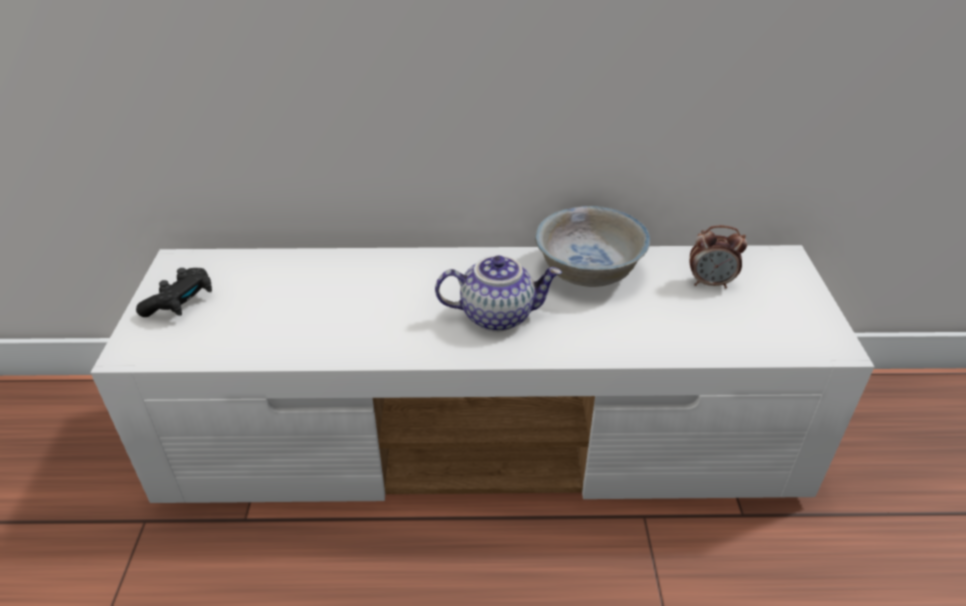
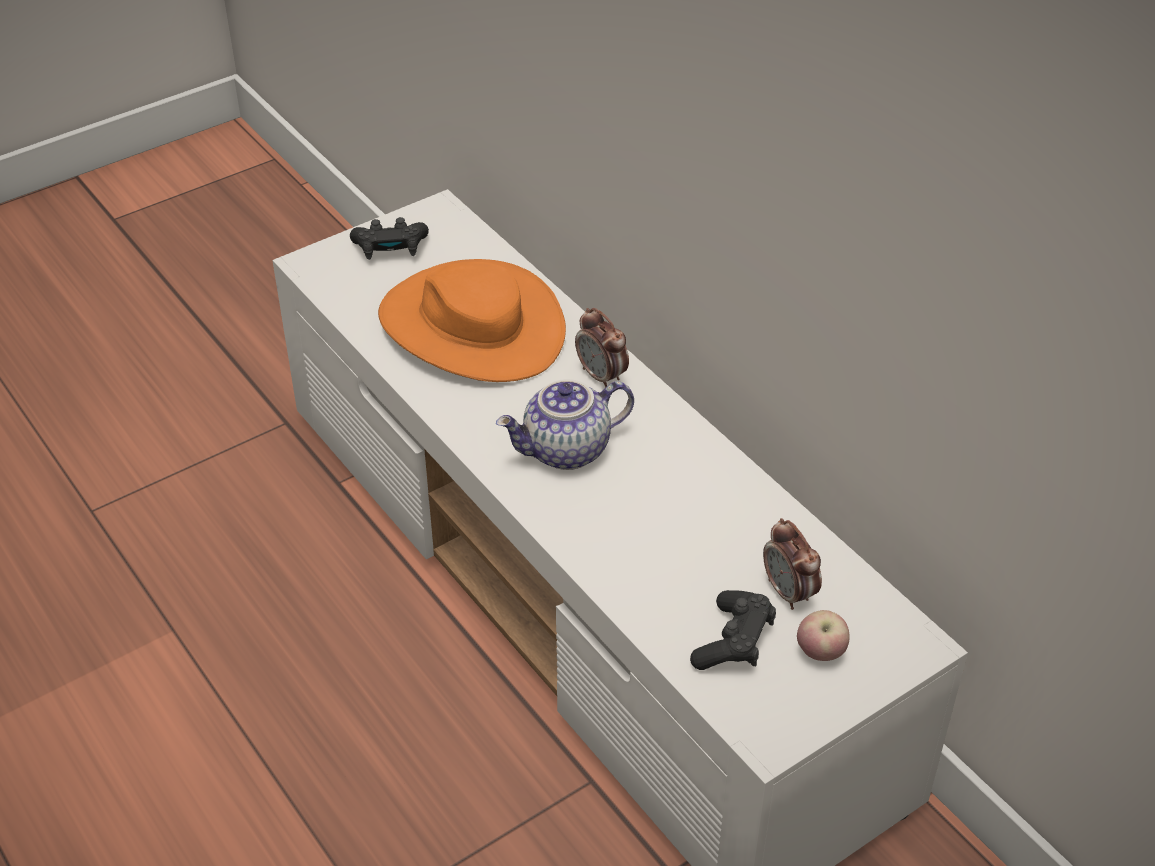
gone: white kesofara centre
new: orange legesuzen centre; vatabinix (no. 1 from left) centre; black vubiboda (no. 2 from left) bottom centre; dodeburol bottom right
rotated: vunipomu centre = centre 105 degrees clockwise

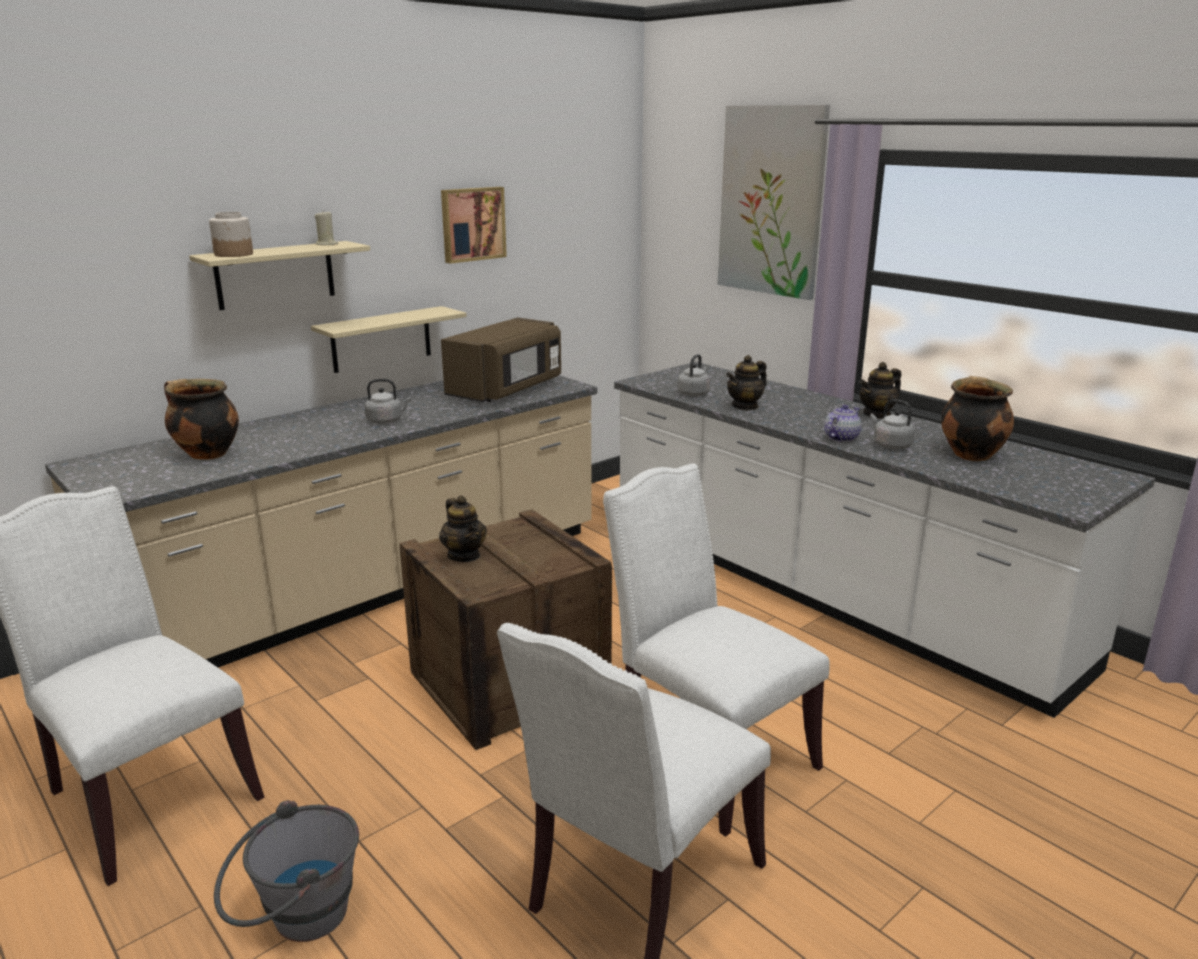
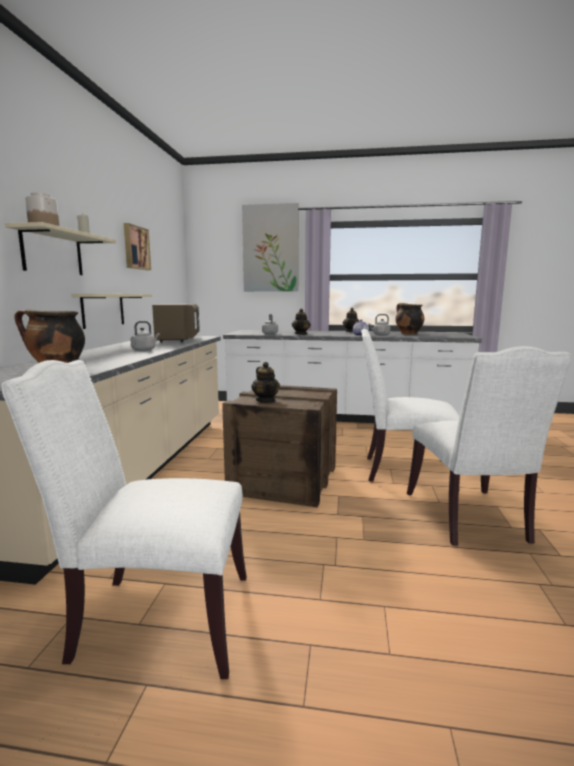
gone: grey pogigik bottom left
rotated: vunipomu (no. 1 from left) centre = centre 45 degrees clockwise

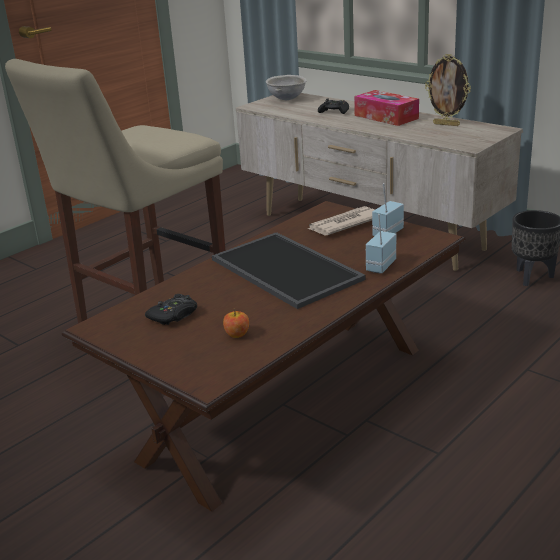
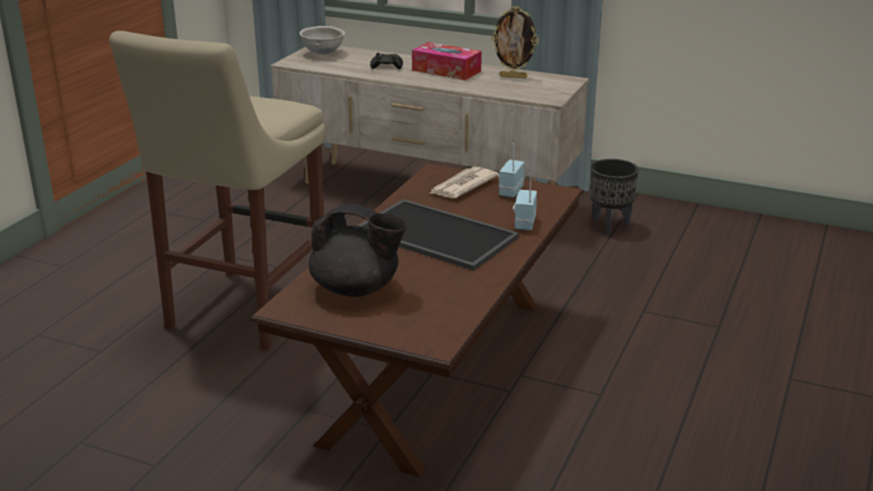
gone: dodeburol centre
swapped: black vubiboda (no. 1 from left) middle left to black vunipomu centre

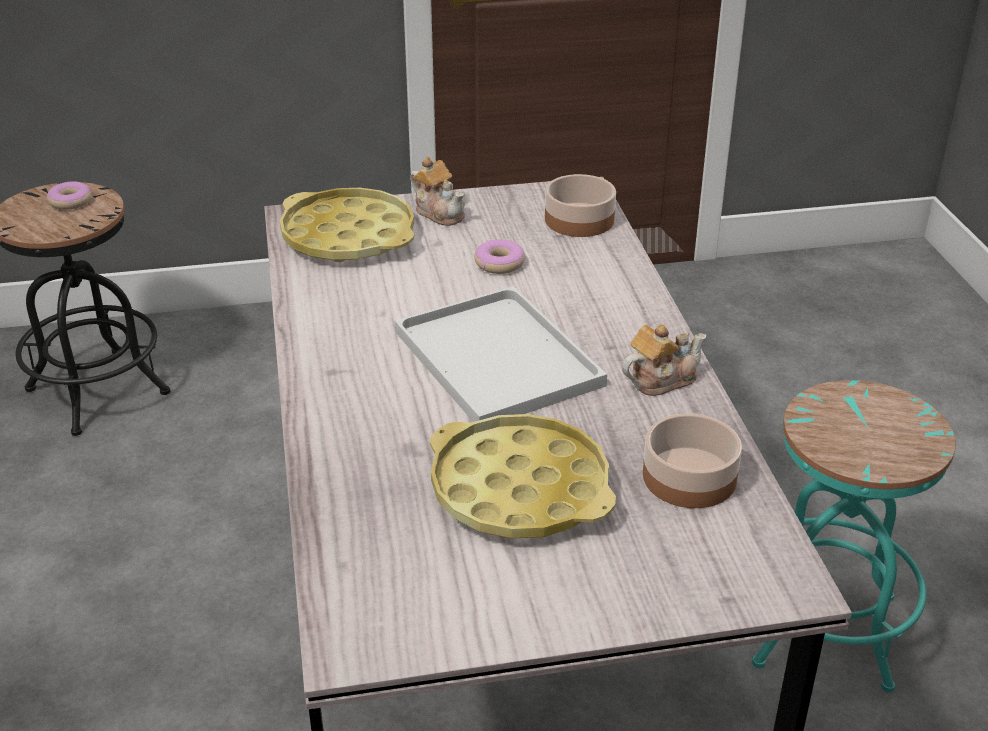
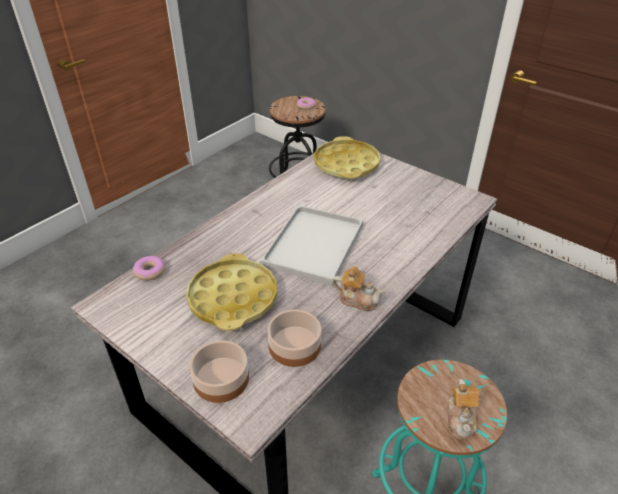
shifted: vunipomu (no. 1 from left in the first image) top centre to vunipomu (no. 2 from left) bottom right; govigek (no. 2 from left in the first image) centre to govigek (no. 1 from left) middle left; kesofara (no. 1 from left) top centre to bottom centre

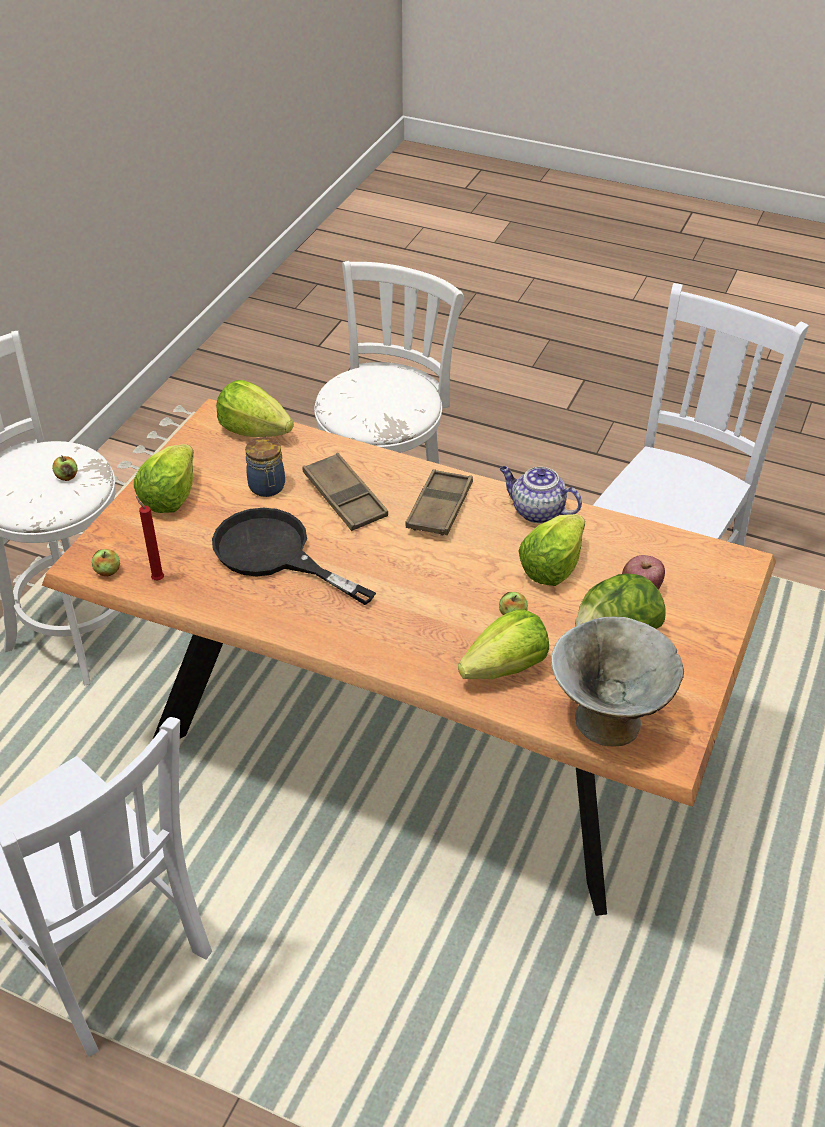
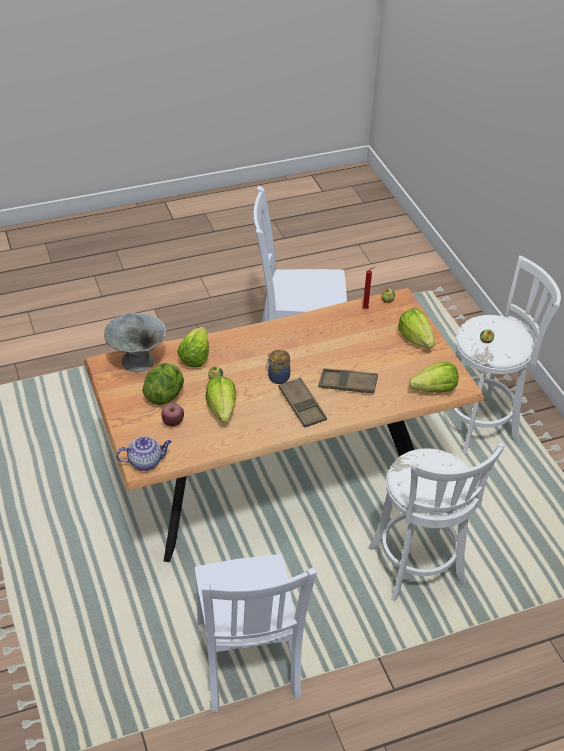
gone: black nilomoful centre
shifted: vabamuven middle left to centre; vunipomu centre to middle left

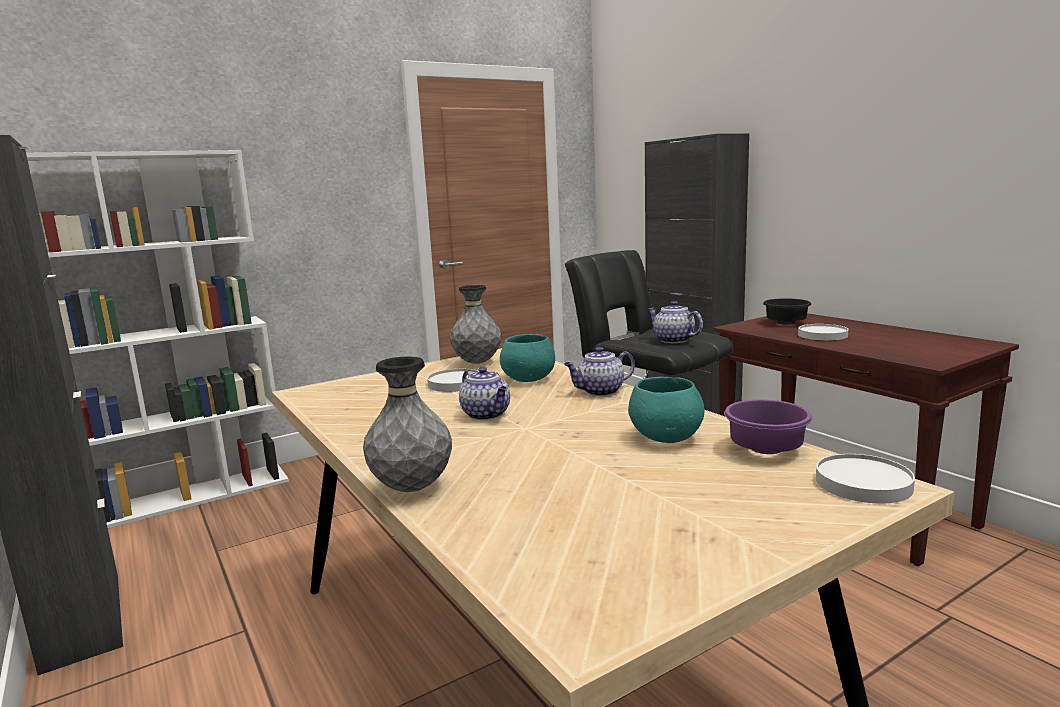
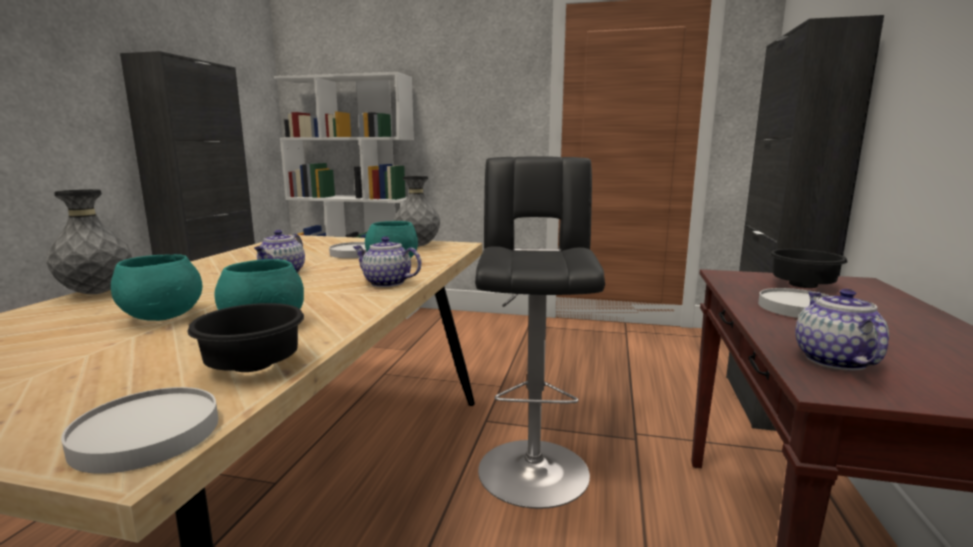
new: turquoise kesofara (no. 1 from left) middle left
shifted: vunipomu (no. 3 from left) centre to middle right
repainted: purple kesofara middle right to black kesofara (no. 1 from left) middle left

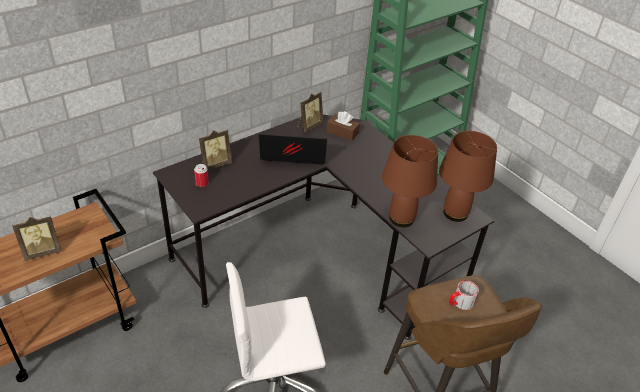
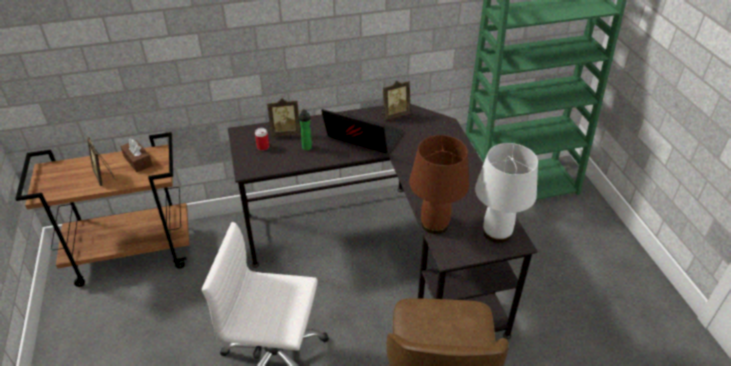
gone: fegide bottom right
new: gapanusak centre
shifted: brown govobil top centre to middle left
repainted: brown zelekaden (no. 2 from left) middle right to white zelekaden middle right
rotated: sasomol (no. 1 from left) middle left = middle left 60 degrees clockwise

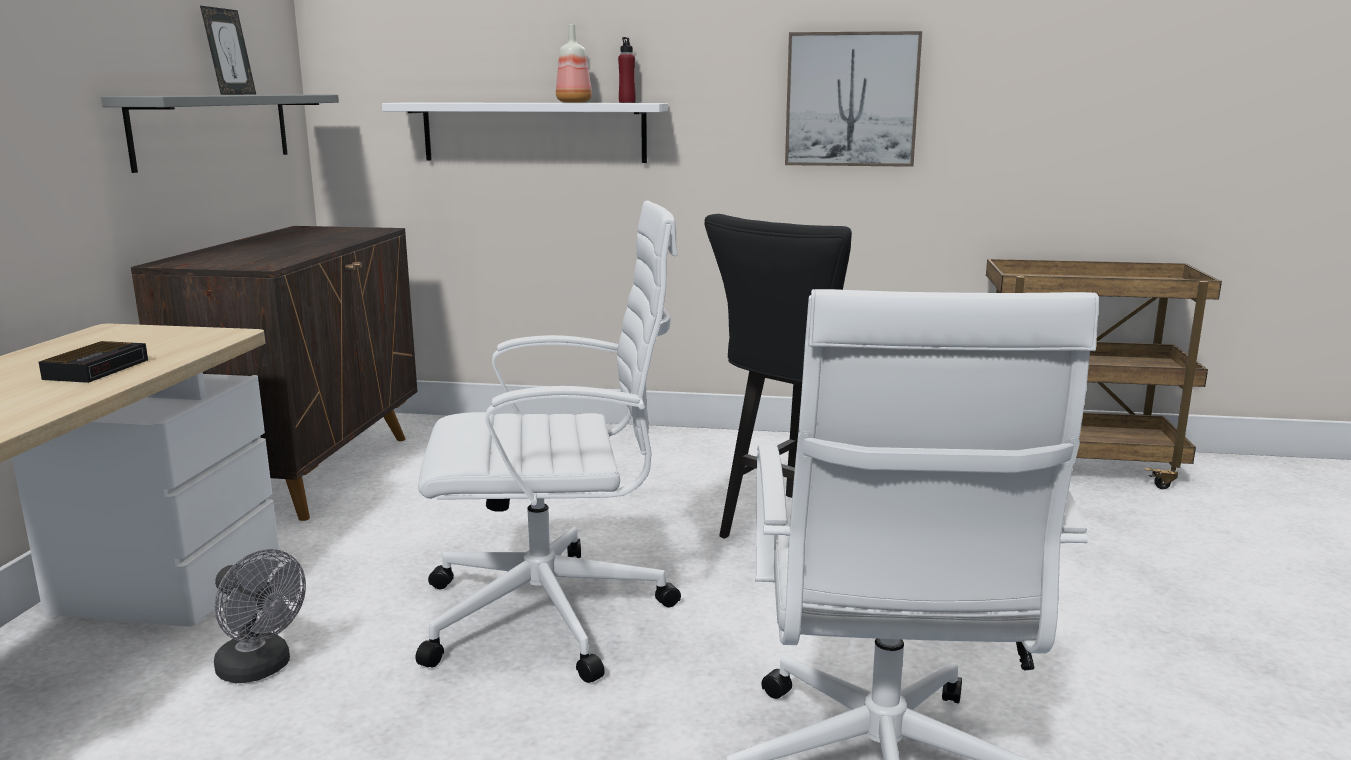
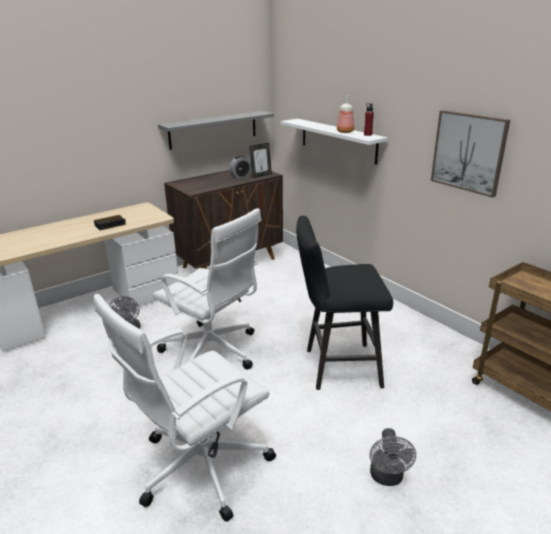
new: vatabinix (no. 2 from left) top centre; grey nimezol (no. 2 from left) bottom right
shifted: sasomol top left to top centre

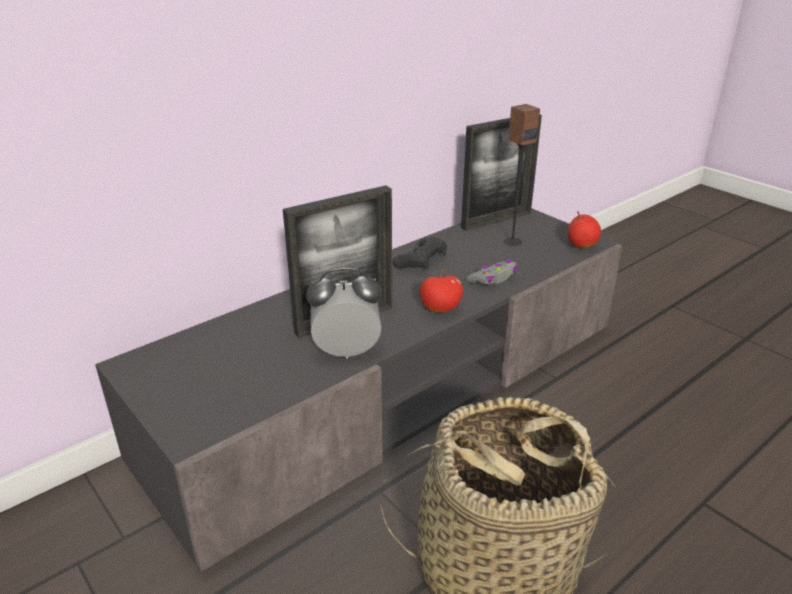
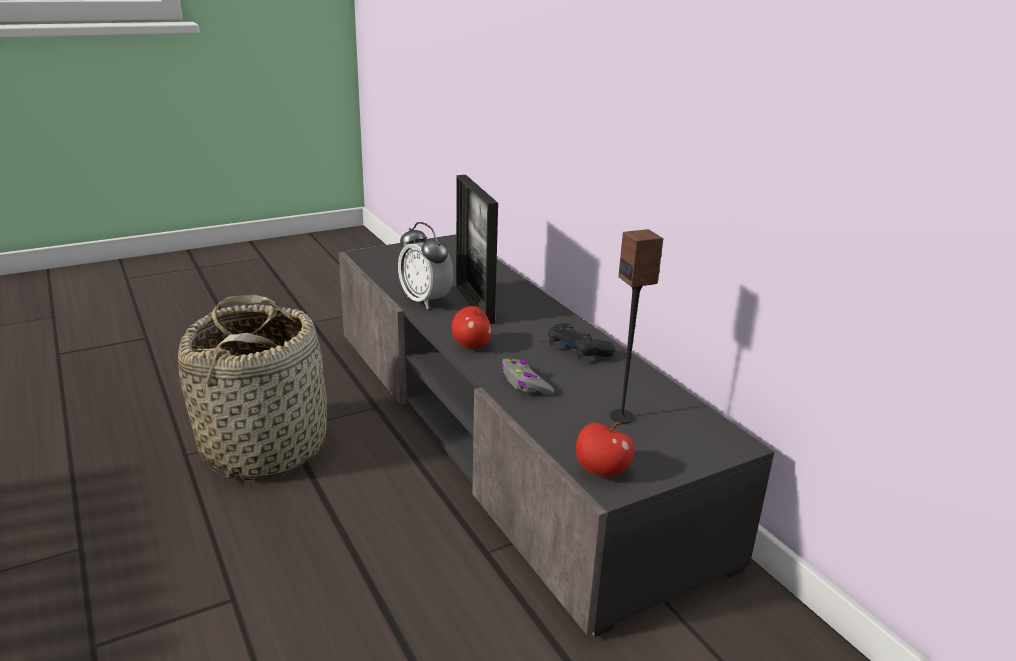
gone: sasomol (no. 2 from left) top centre
rotated: vatabinix centre = centre 135 degrees clockwise

